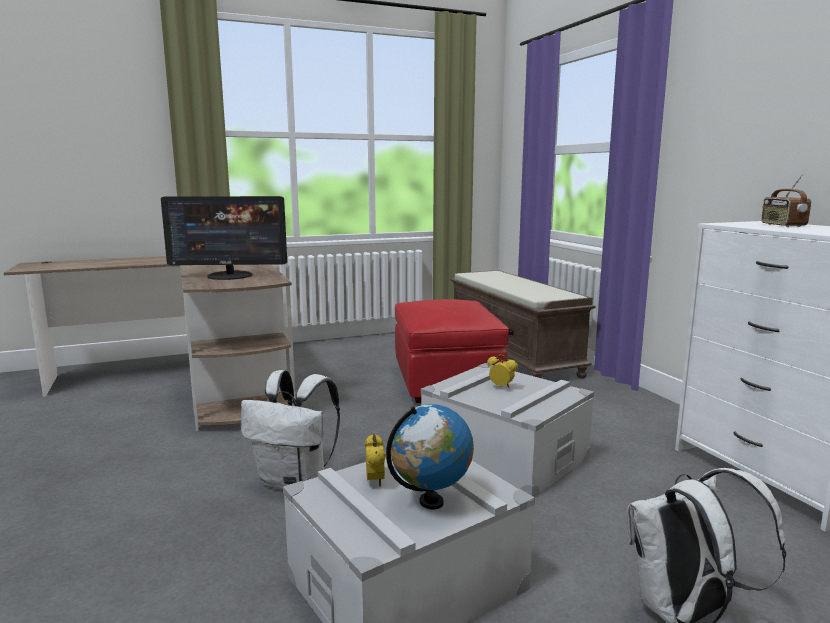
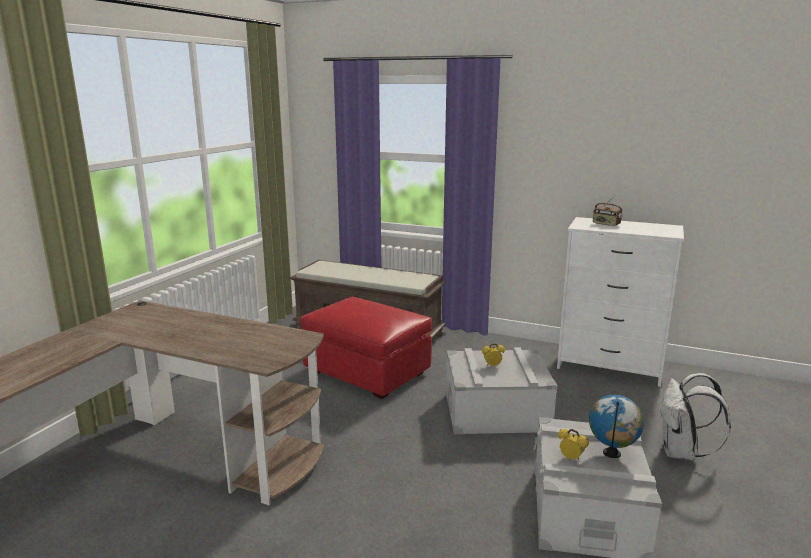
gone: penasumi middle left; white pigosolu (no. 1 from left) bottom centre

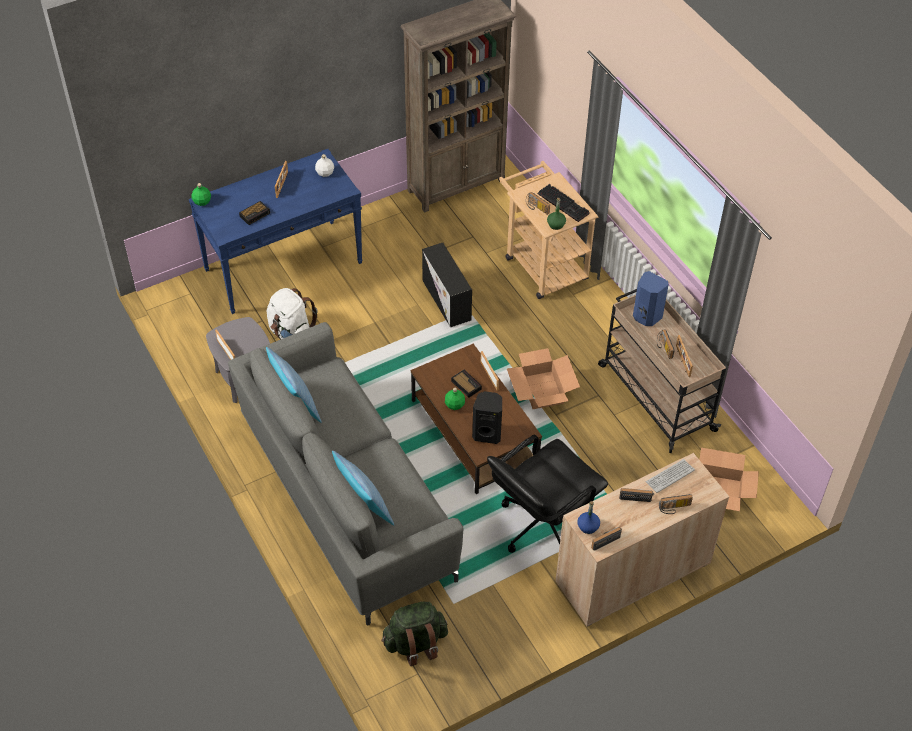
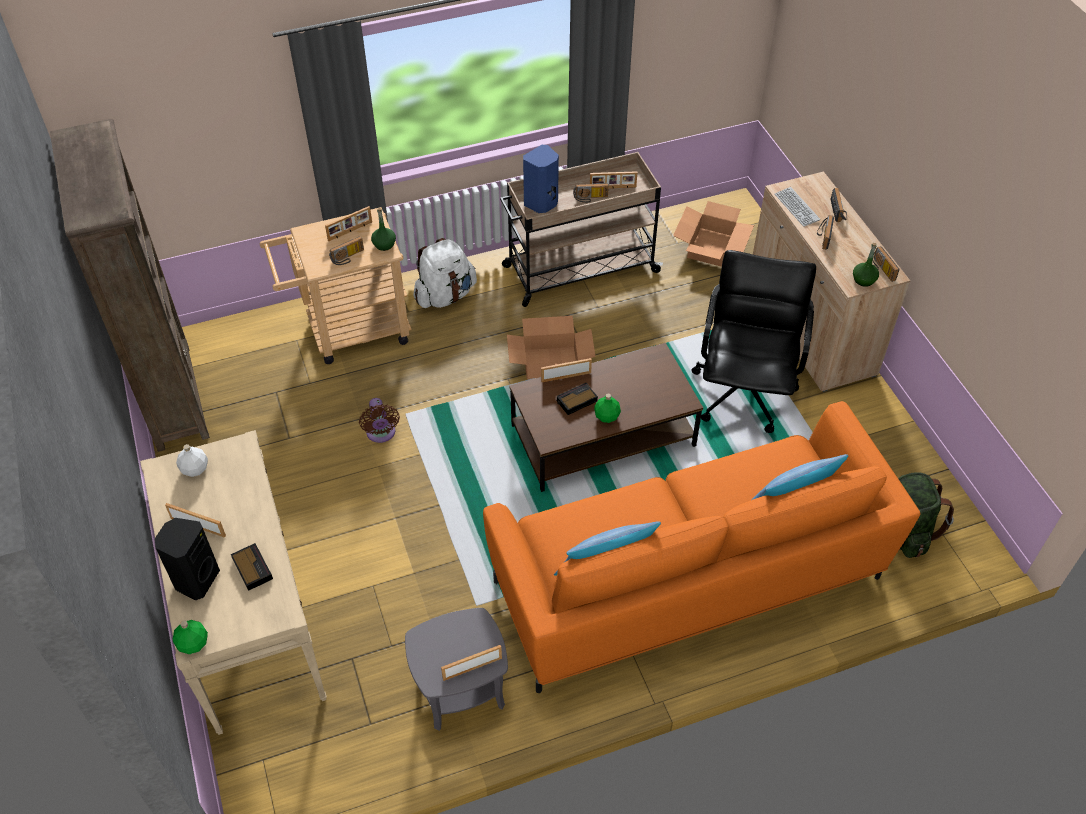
shifted: white pigosolu middle left to centre; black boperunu centre to bottom left
swapped: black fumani centre to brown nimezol centre; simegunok (no. 1 from left) top centre to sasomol (no. 2 from left) top left
repainted: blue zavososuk top left to beige zavososuk bottom left; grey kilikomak centre to orange kilikomak bottom centre; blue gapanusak bottom centre to green gapanusak (no. 4 from left) top right
rotated: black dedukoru bottom centre = middle right 135 degrees counterclockwise

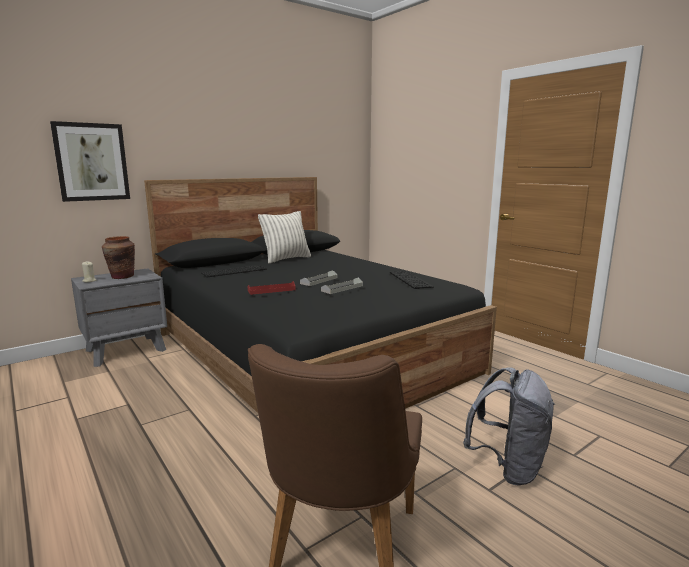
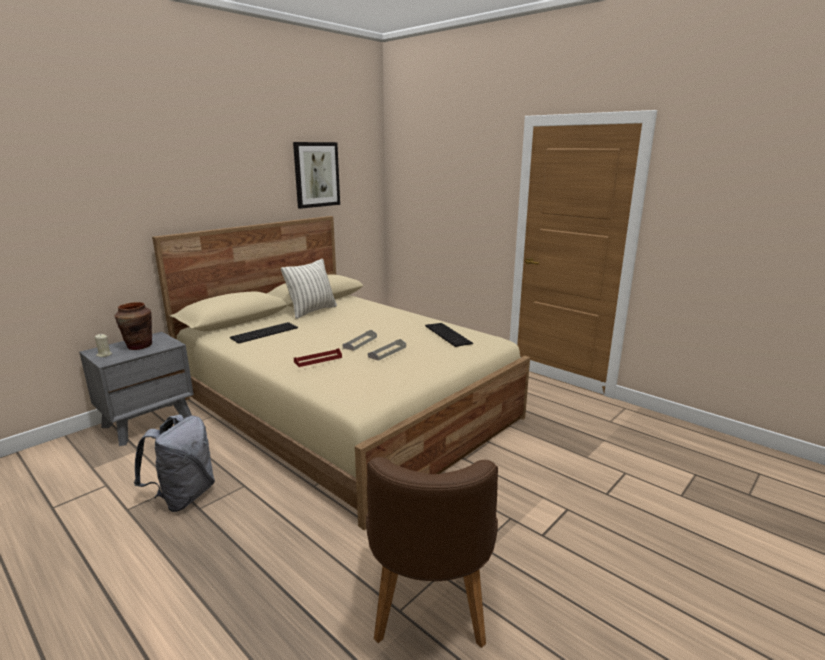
shifted: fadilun top left to top centre; grey pigosolu bottom right to bottom left
repainted: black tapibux centre to beige tapibux centre

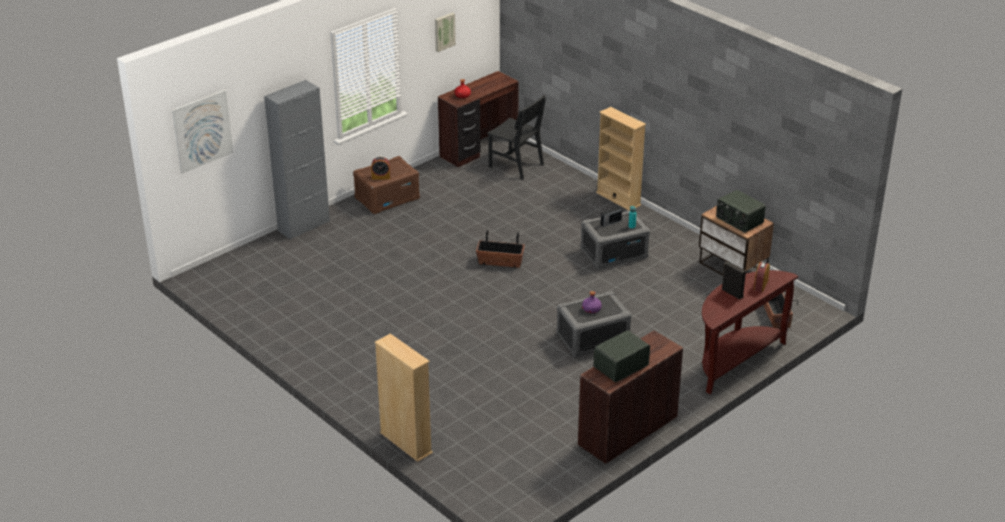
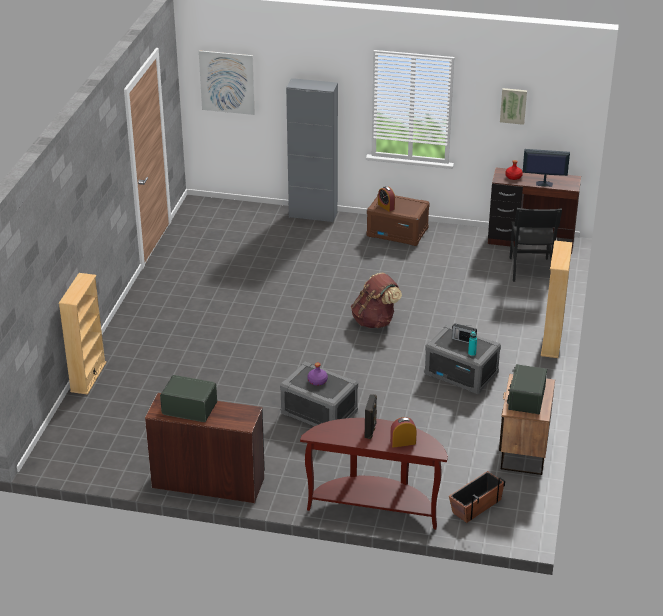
new: penasumi top right
swapped: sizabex (no. 1 from left) centre to brown pigosolu centre

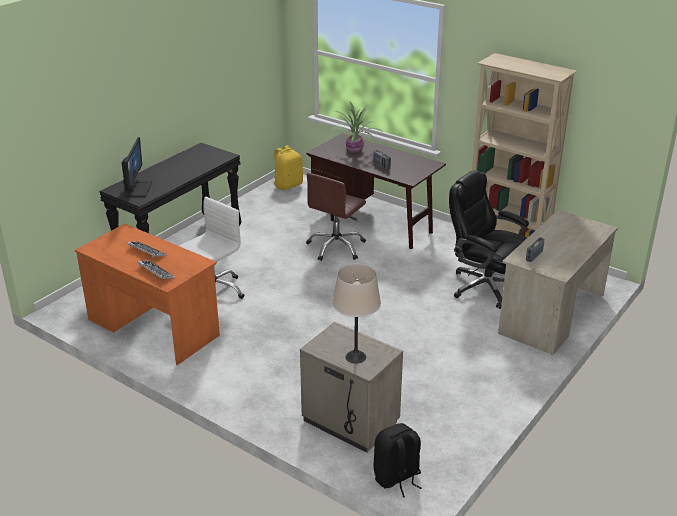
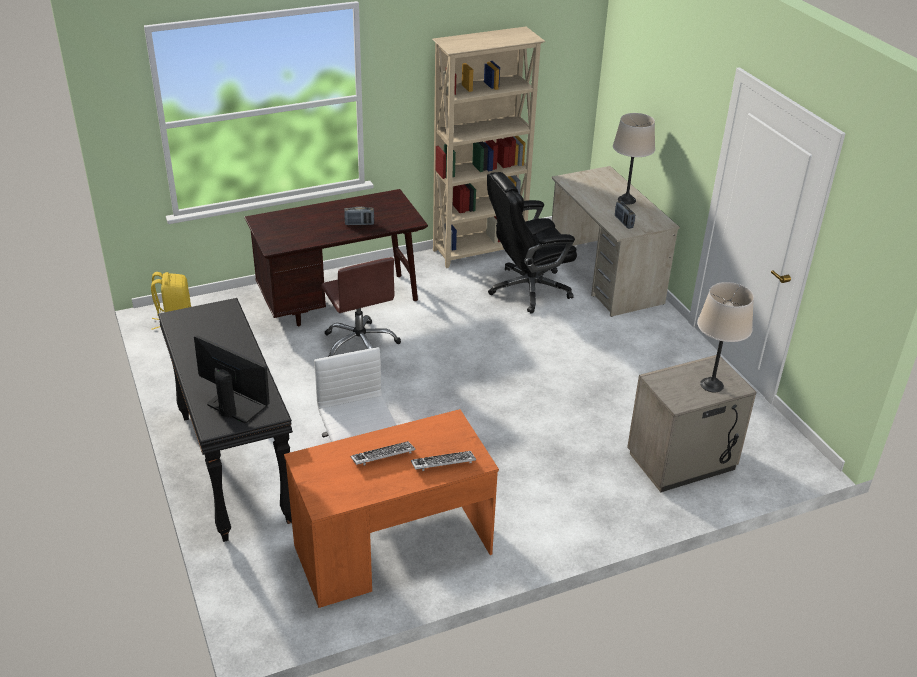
gone: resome top centre; black pigosolu bottom centre
new: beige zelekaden (no. 1 from left) top right

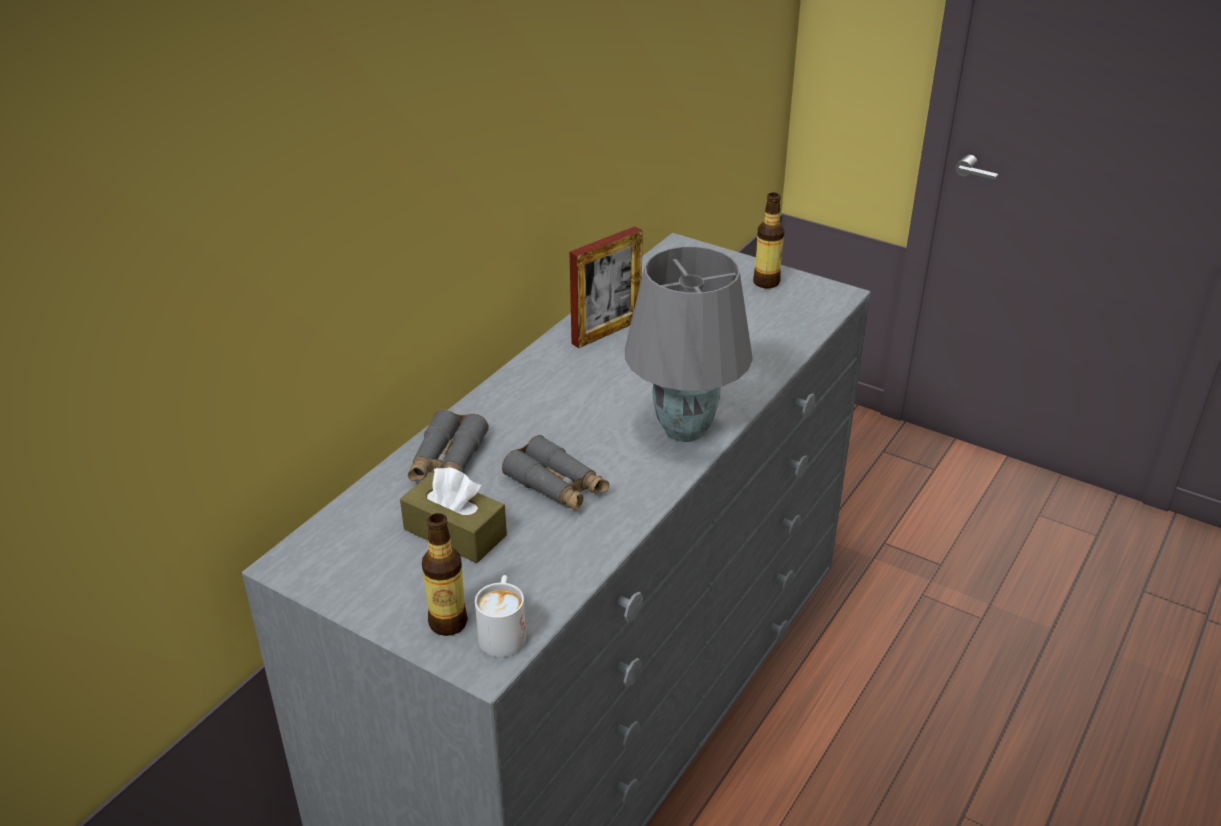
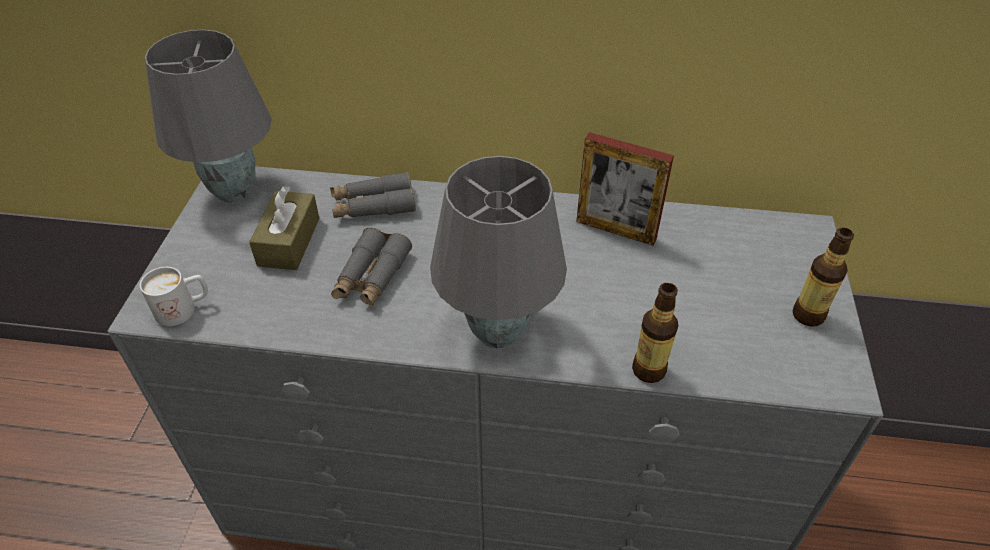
new: grey zelekaden (no. 1 from left) top left
shifted: gapanusak (no. 1 from left) bottom centre to centre

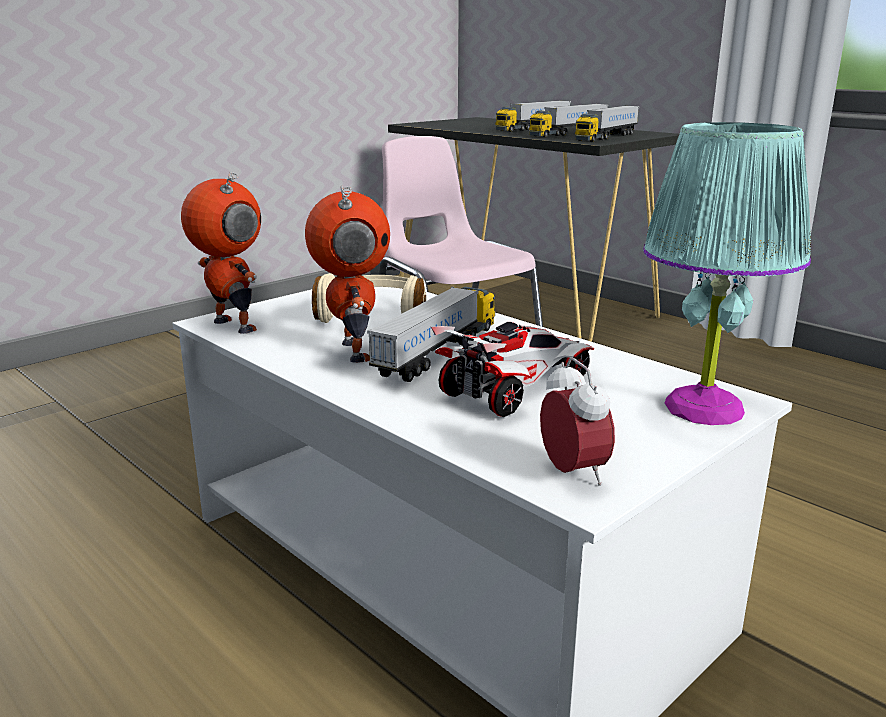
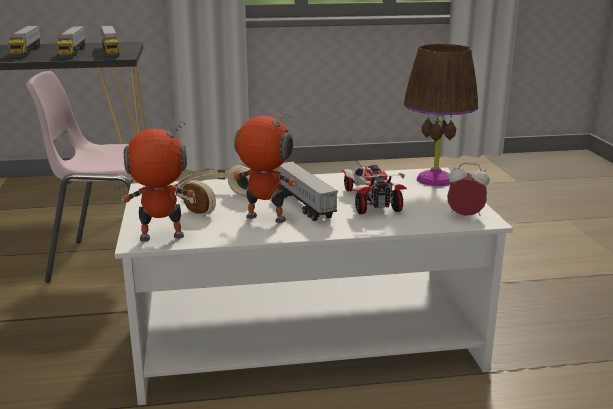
repainted: turquoise zelekaden middle right to brown zelekaden top right

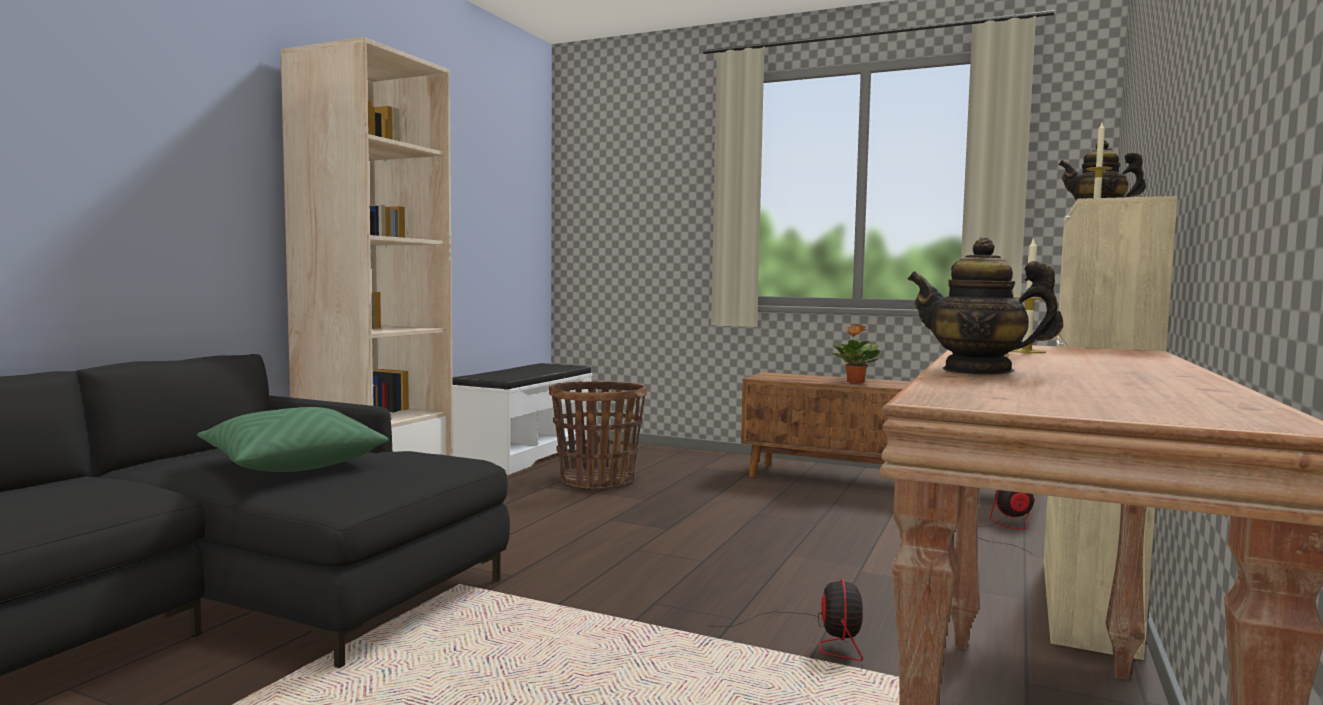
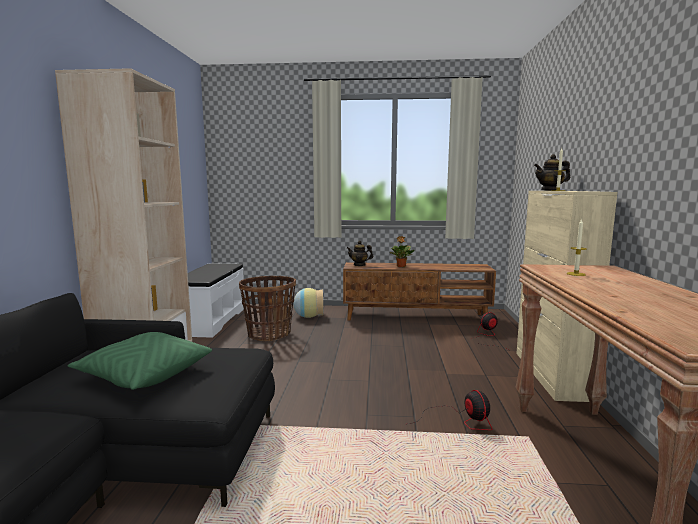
new: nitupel centre
shifted: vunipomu (no. 1 from left) middle right to centre

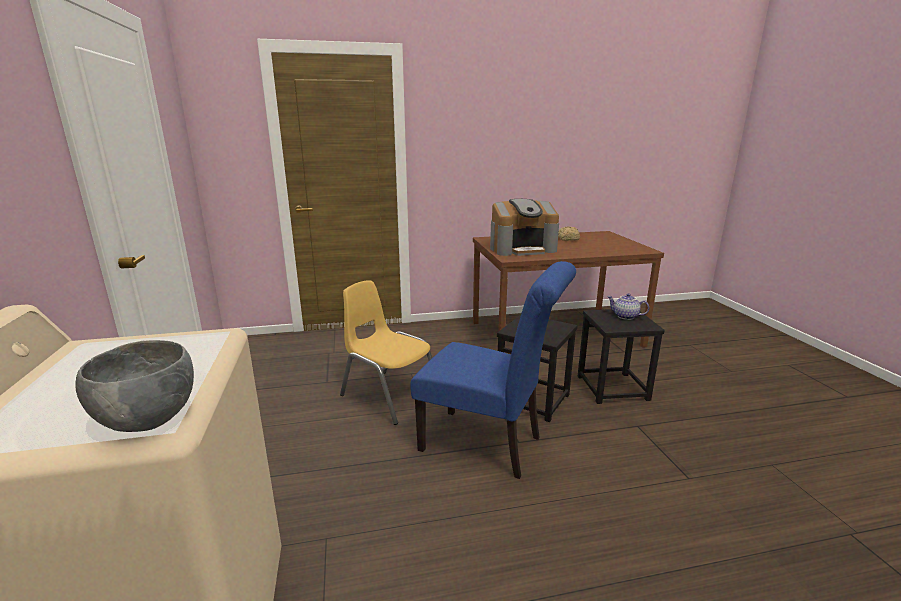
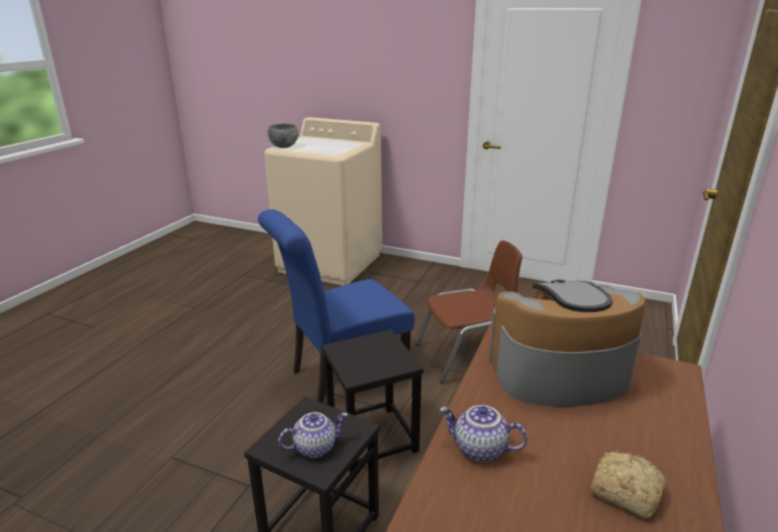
new: vunipomu (no. 2 from left) bottom centre
repainted: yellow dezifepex centre to brown dezifepex centre
rotated: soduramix centre = middle right 60 degrees clockwise

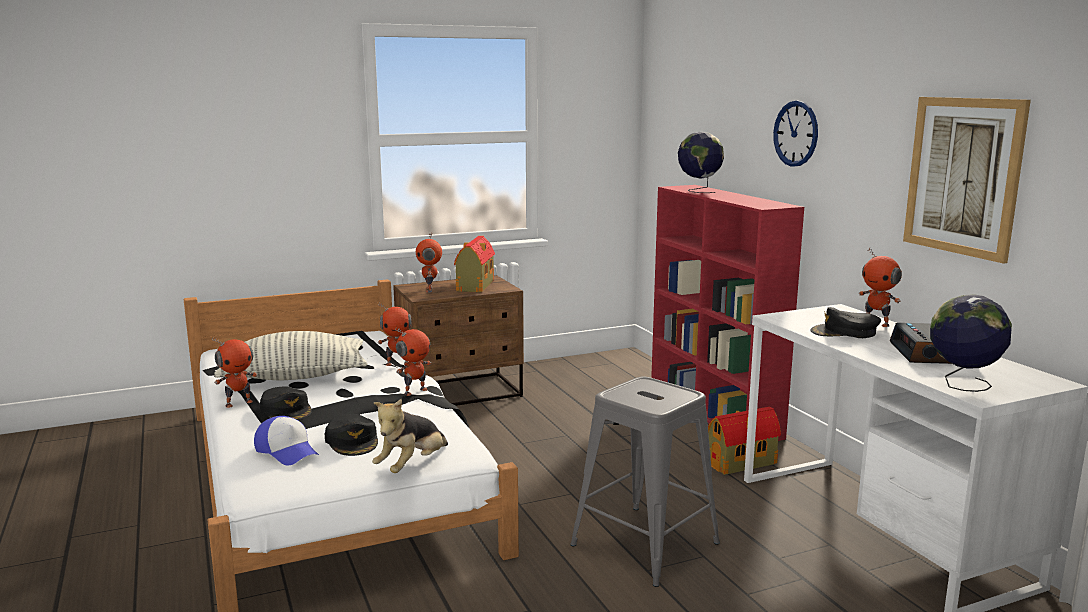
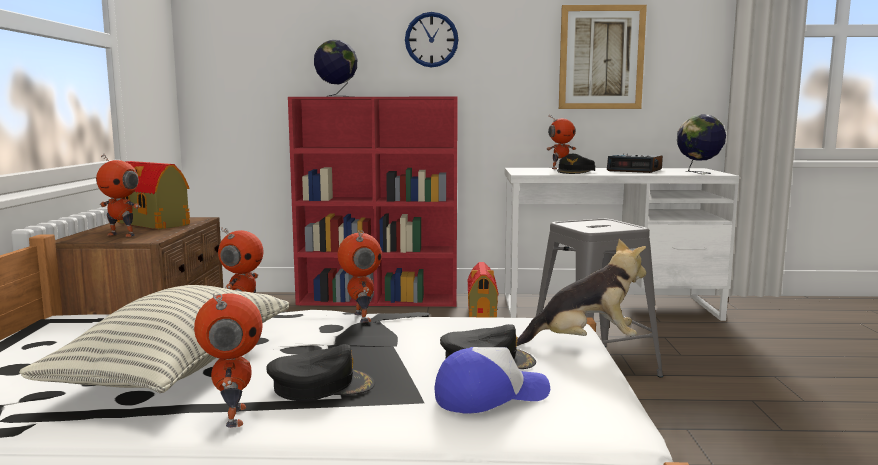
rotated: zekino bottom centre = centre 60 degrees counterclockwise

